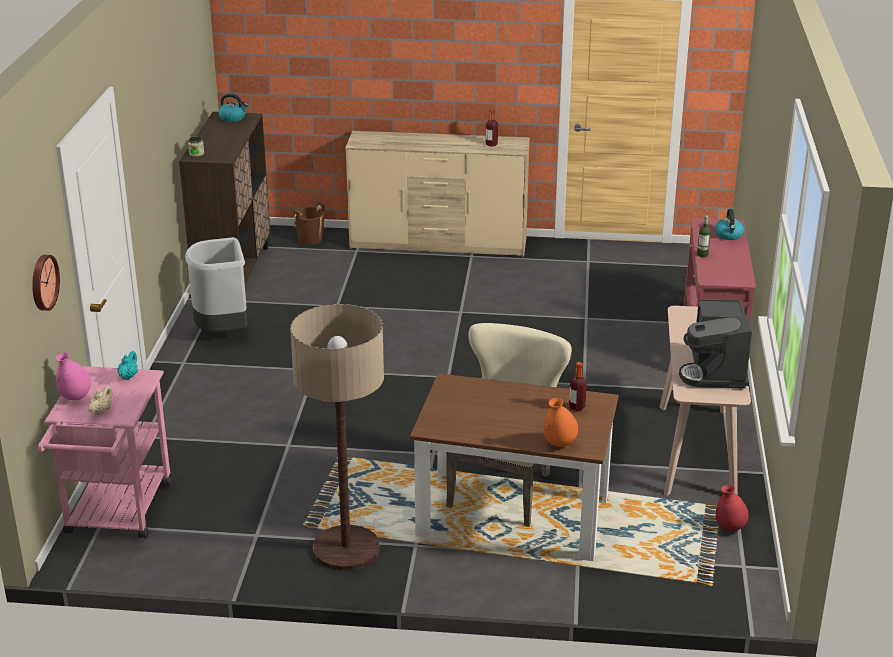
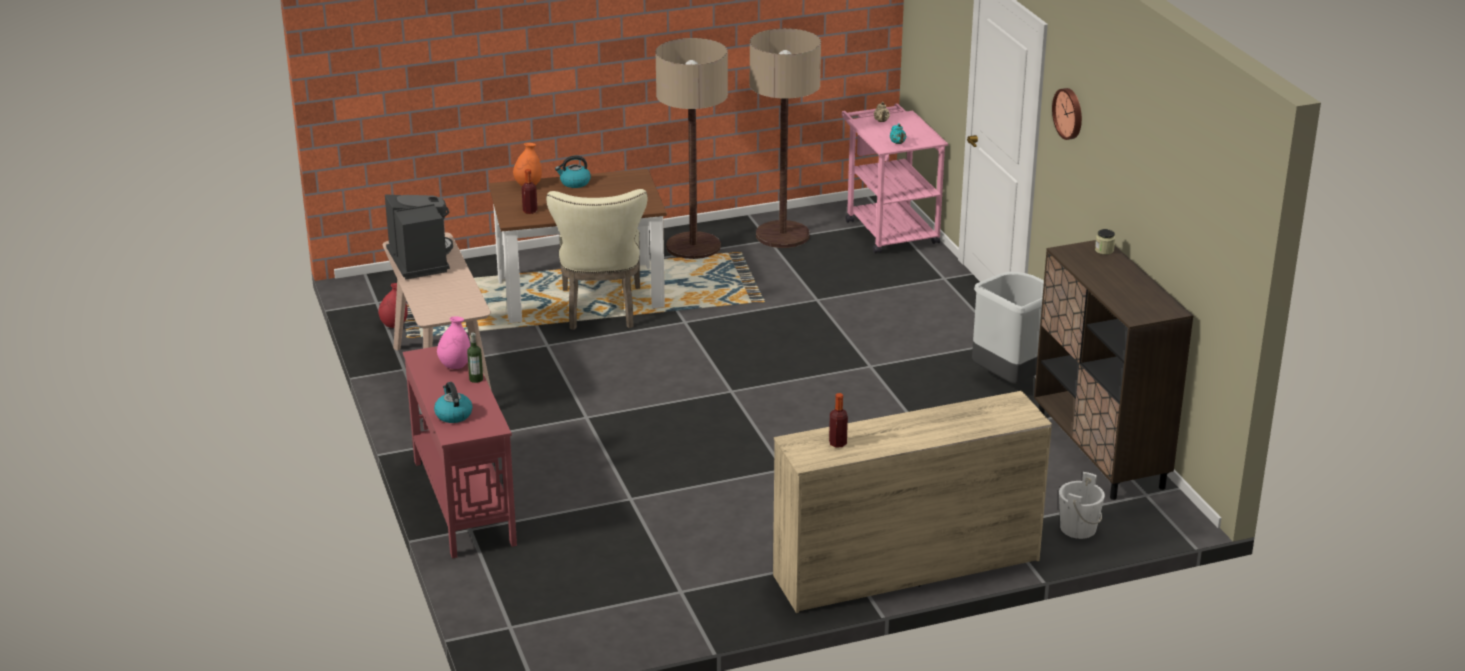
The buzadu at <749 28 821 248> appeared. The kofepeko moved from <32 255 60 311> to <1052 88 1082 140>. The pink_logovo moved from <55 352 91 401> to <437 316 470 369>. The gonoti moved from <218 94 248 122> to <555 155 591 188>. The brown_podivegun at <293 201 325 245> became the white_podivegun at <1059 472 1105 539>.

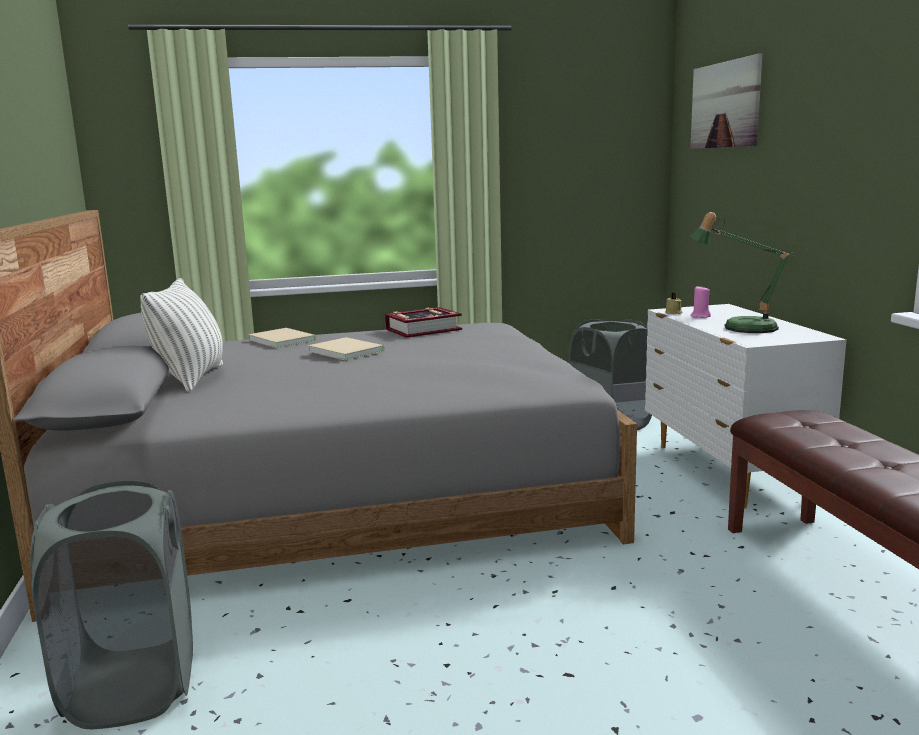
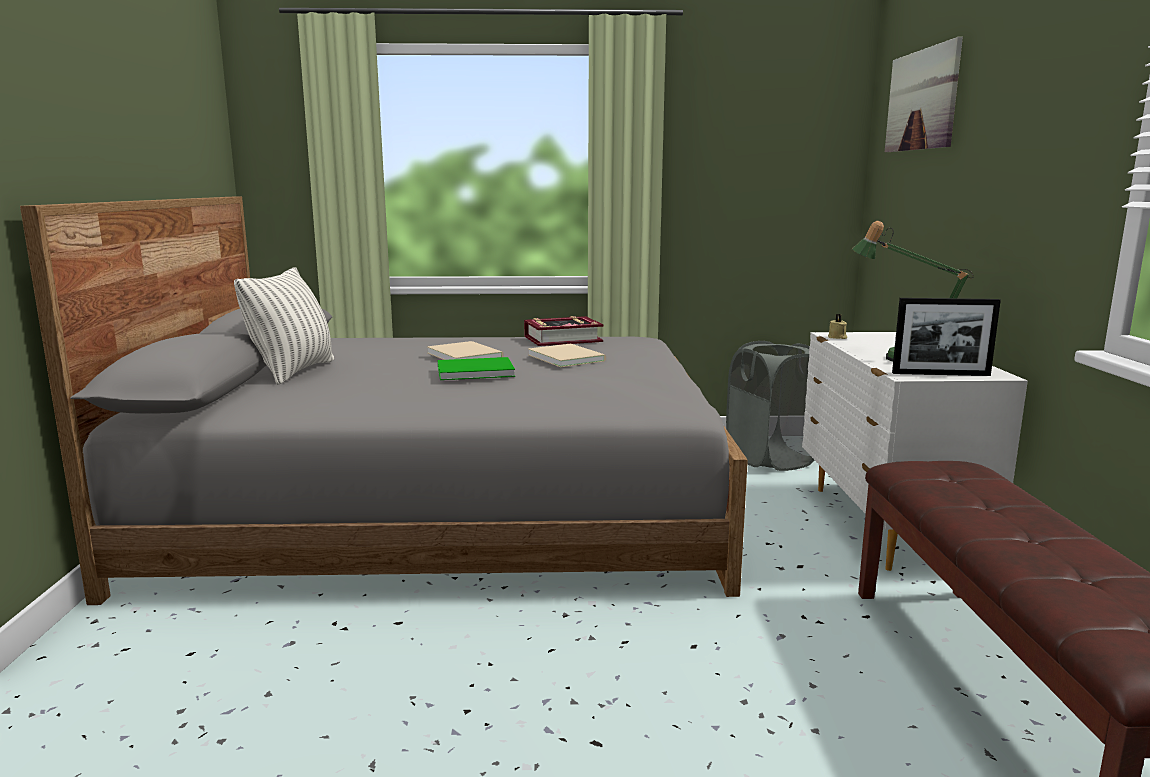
The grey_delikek at <30 480 193 729> disappeared. The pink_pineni at <691 286 711 318> disappeared. The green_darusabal at <438 357 515 380> appeared. The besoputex at <892 298 1001 376> appeared. The beige_darusabal moved from <248 328 316 348> to <528 344 606 367>.

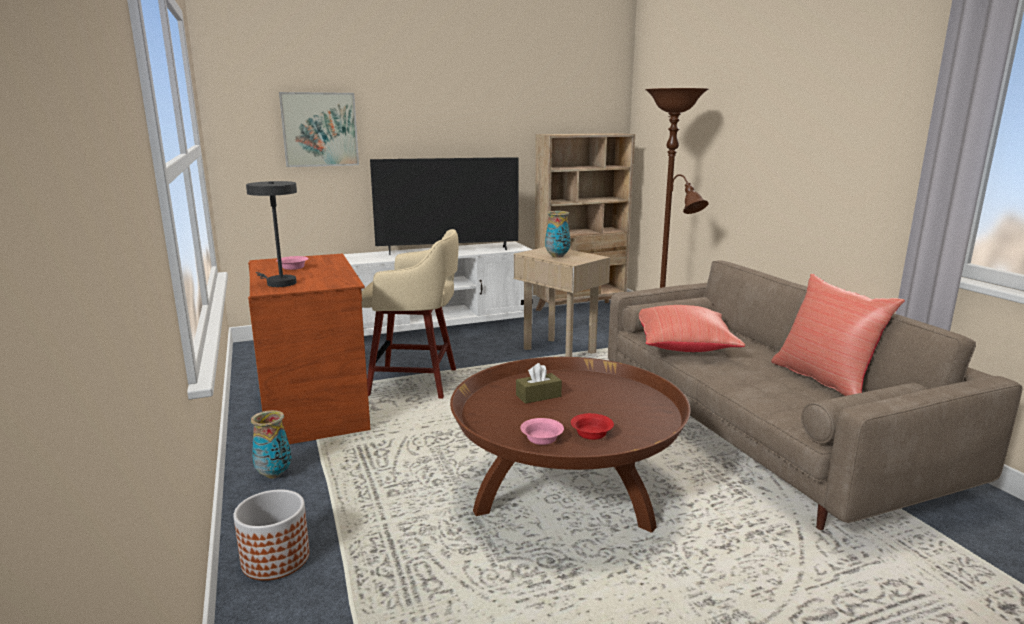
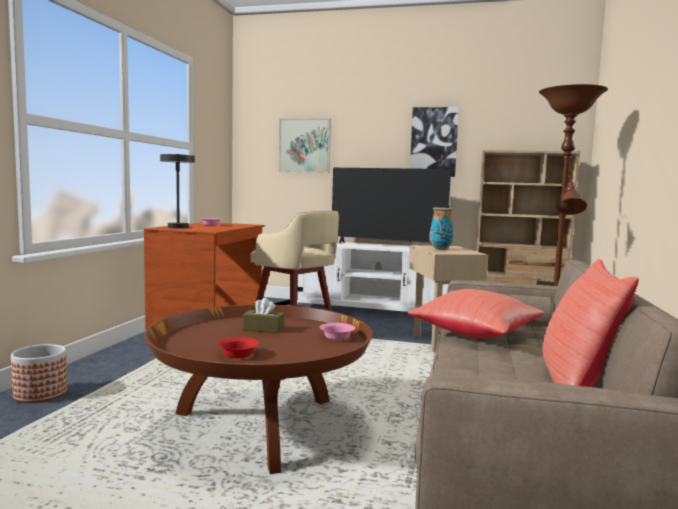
The logovo at <251 410 292 479> disappeared. The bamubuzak at <410 107 459 177> appeared. The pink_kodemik moved from <520 418 564 445> to <320 323 355 340>.

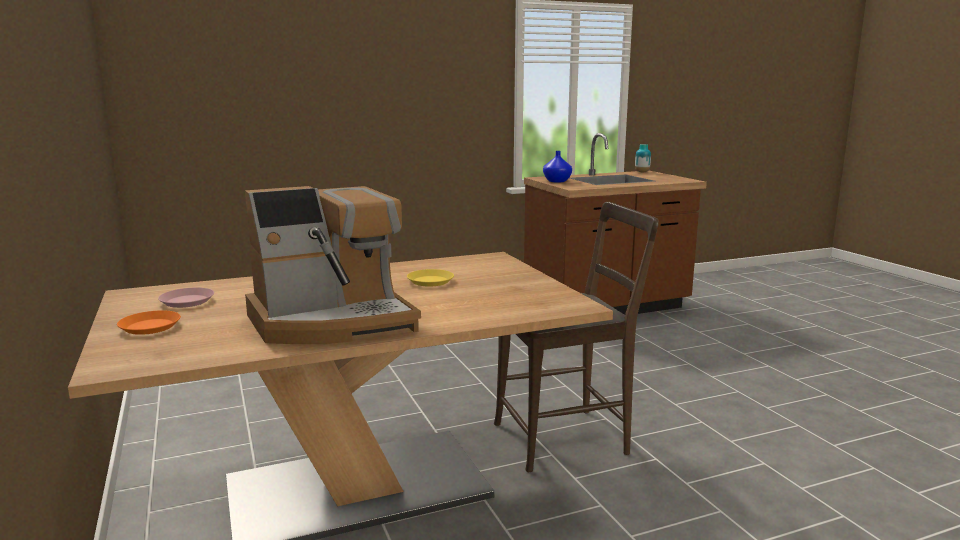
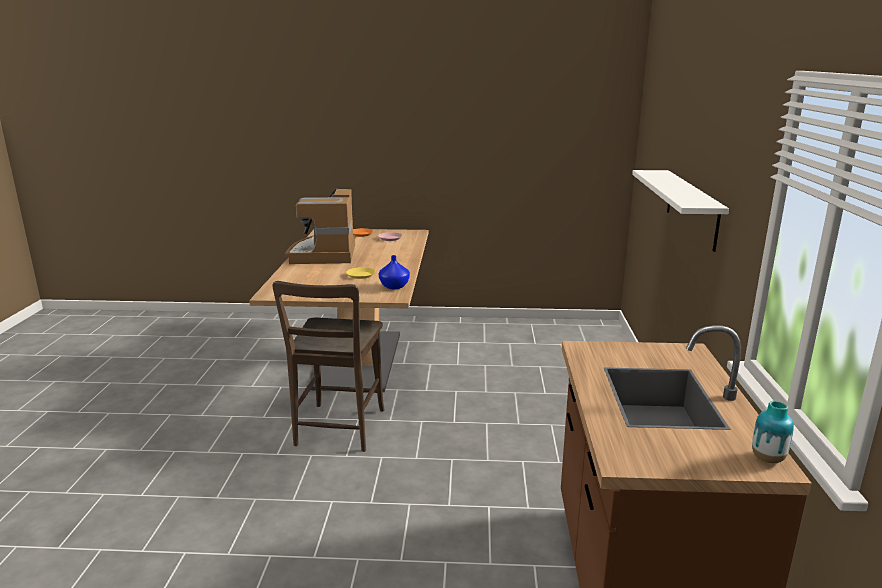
The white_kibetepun at <632 170 729 252> appeared. The blue_logovo moved from <543 151 572 183> to <379 255 410 289>.

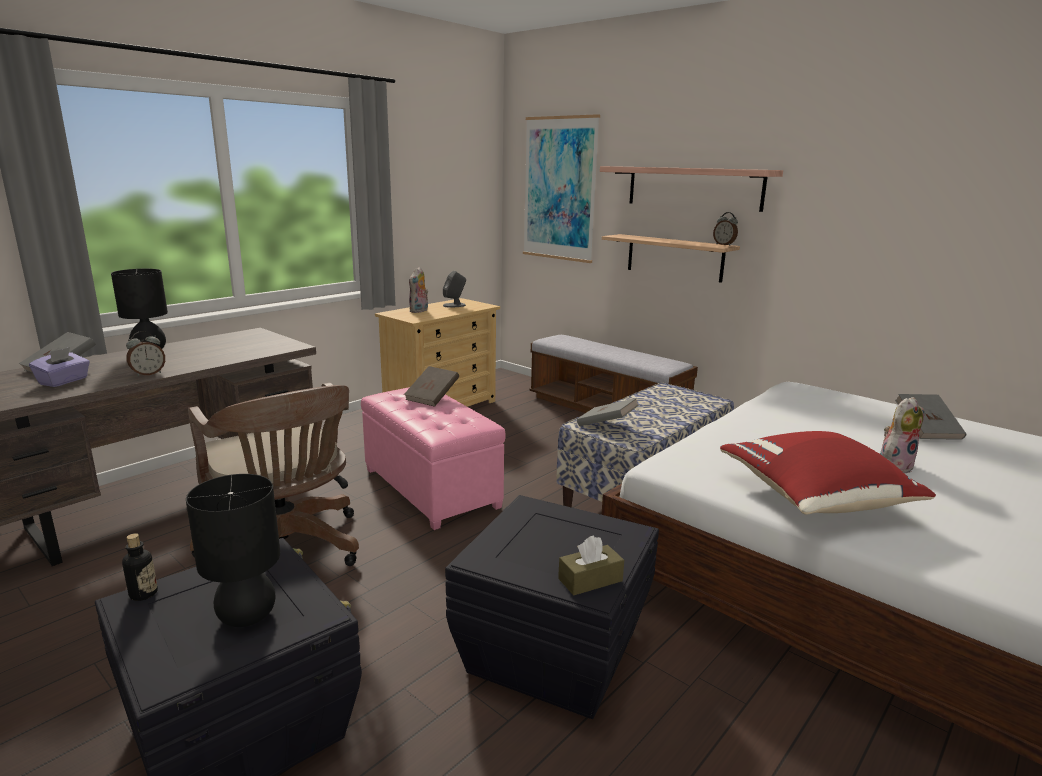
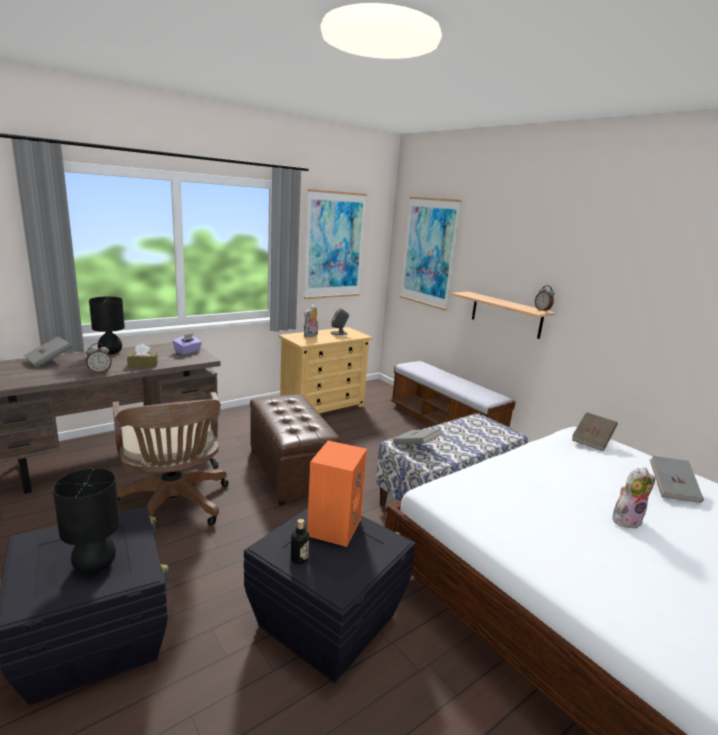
The kibetepun at <600 166 783 212> disappeared. The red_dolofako at <720 431 936 515> disappeared. The bamubuzak at <304 189 367 299> appeared. The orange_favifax at <307 441 367 547> appeared. The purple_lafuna moved from <29 347 90 387> to <173 333 202 355>. The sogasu moved from <122 533 158 601> to <291 519 309 564>. The brown_darusabal moved from <404 366 459 407> to <572 412 618 451>. The brown_lafuna moved from <558 535 624 595> to <127 344 158 368>. The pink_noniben at <361 387 506 530> became the brown_noniben at <250 394 341 506>.

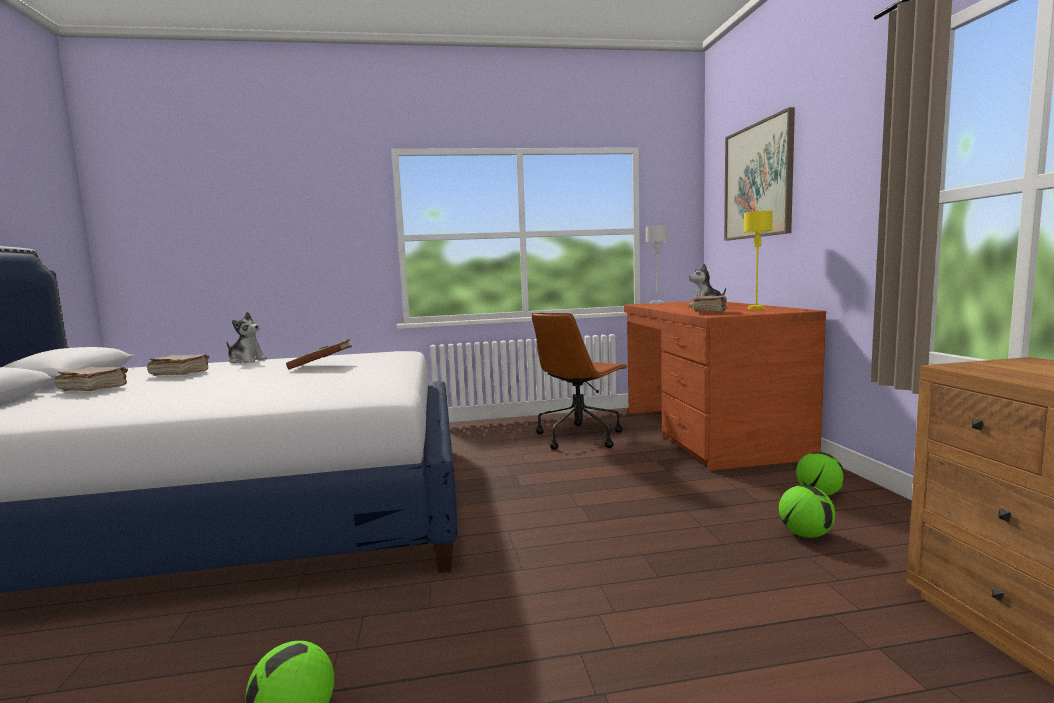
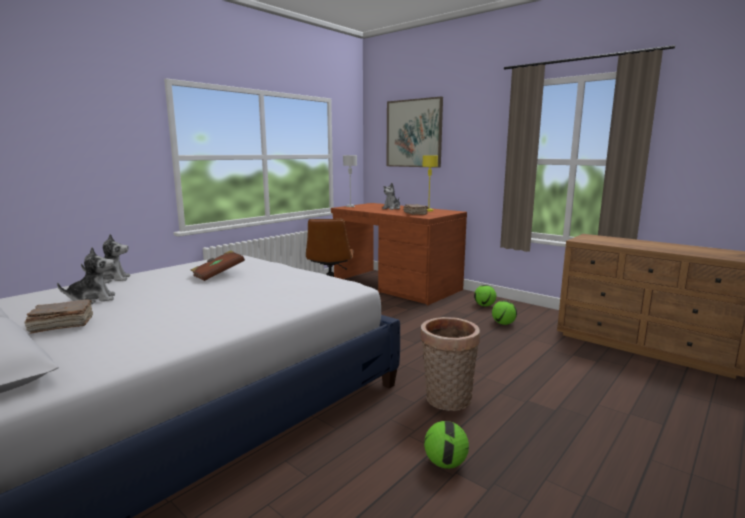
The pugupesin at <421 317 480 411> appeared. The brown_darusabal at <147 354 209 376> was replaced by the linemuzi at <57 247 115 304>.

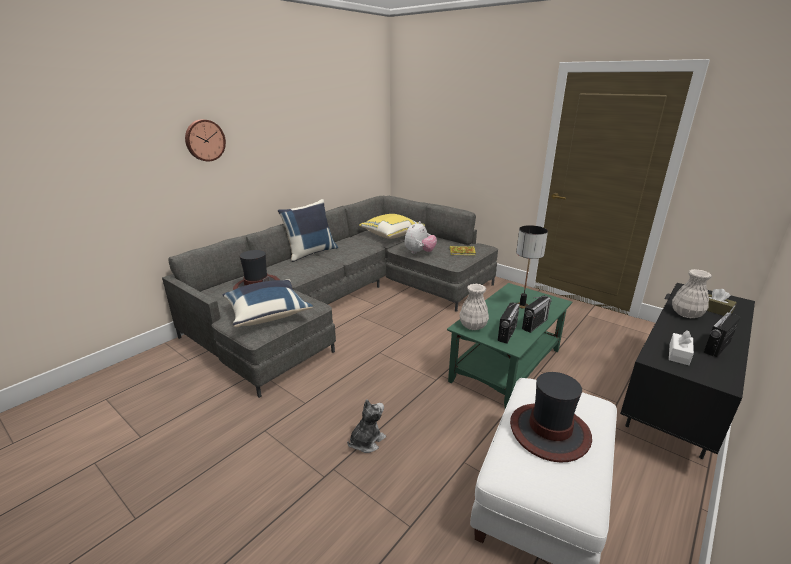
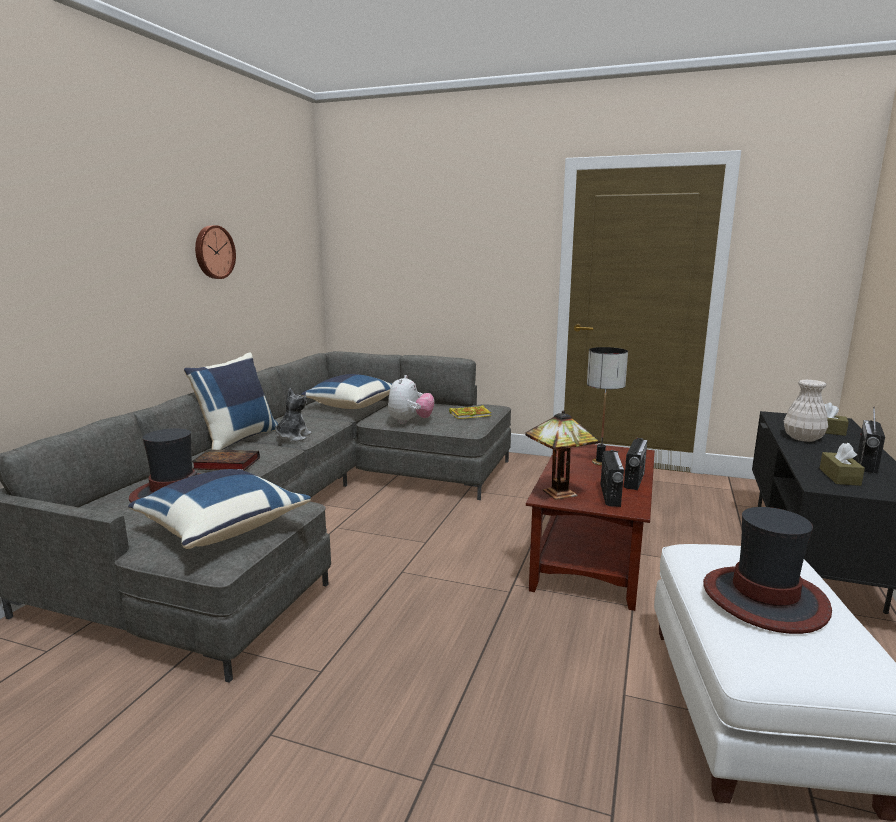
The darusabal at <192 449 260 471> appeared. The kofepeko moved from <185 119 226 162> to <195 225 236 279>. The linemuzi moved from <347 399 386 453> to <275 388 312 442>. The white_logovo at <460 284 489 330> was replaced by the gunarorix at <525 410 600 500>. The yellow_dolofako at <359 214 425 239> became the blue_dolofako at <301 374 392 409>. The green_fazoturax at <447 283 572 409> became the brown_fazoturax at <526 444 655 611>. The white_lafuna at <669 330 694 365> became the brown_lafuna at <819 442 865 486>.

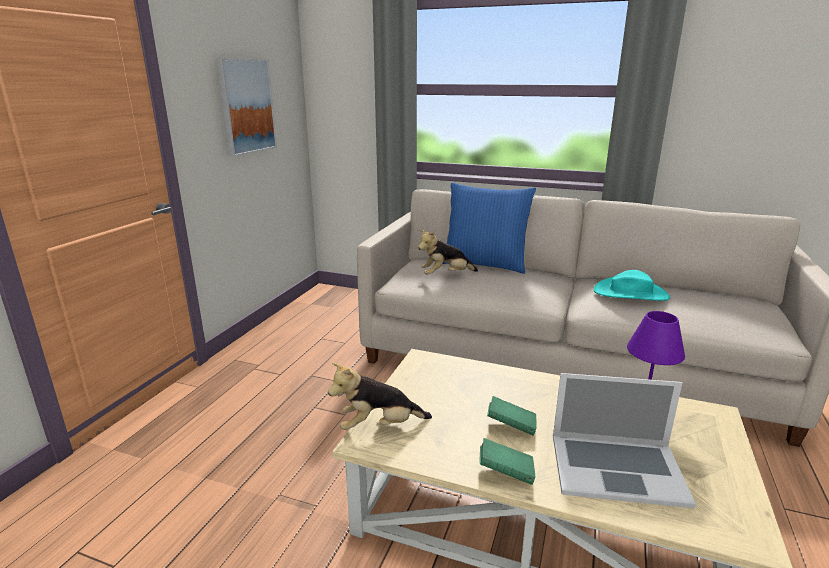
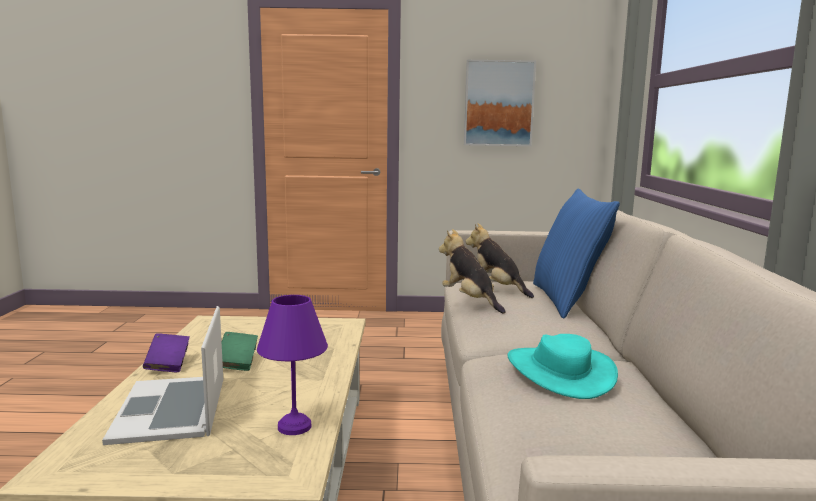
The linemuzi moved from <328 362 432 430> to <439 229 505 313>. The green_darusabal at <479 438 535 485> became the purple_darusabal at <143 333 190 372>.

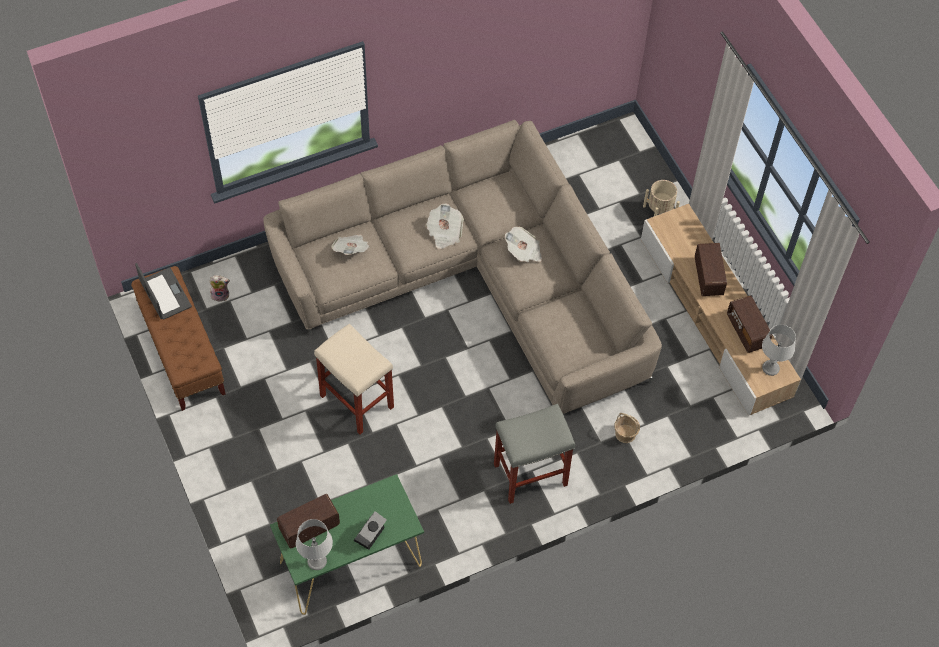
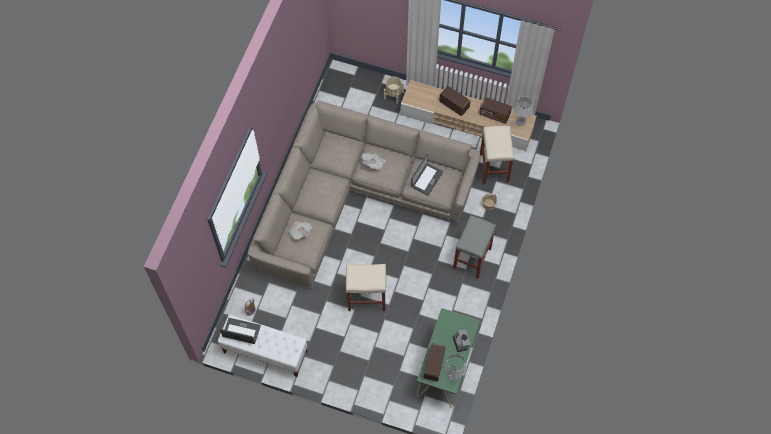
The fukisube at <426 203 464 249> disappeared. The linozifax at <411 154 443 196> appeared. The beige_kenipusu at <480 126 514 184> appeared. The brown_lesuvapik at <131 266 226 411> became the white_lesuvapik at <218 314 308 377>.

